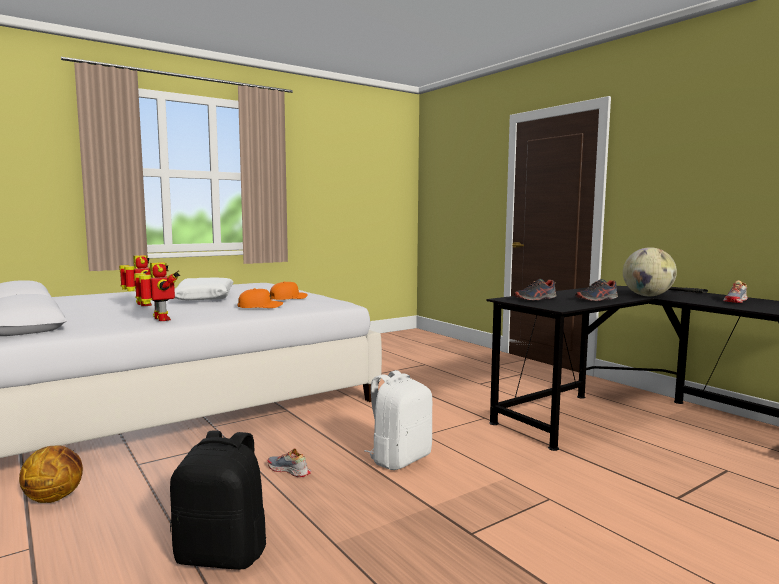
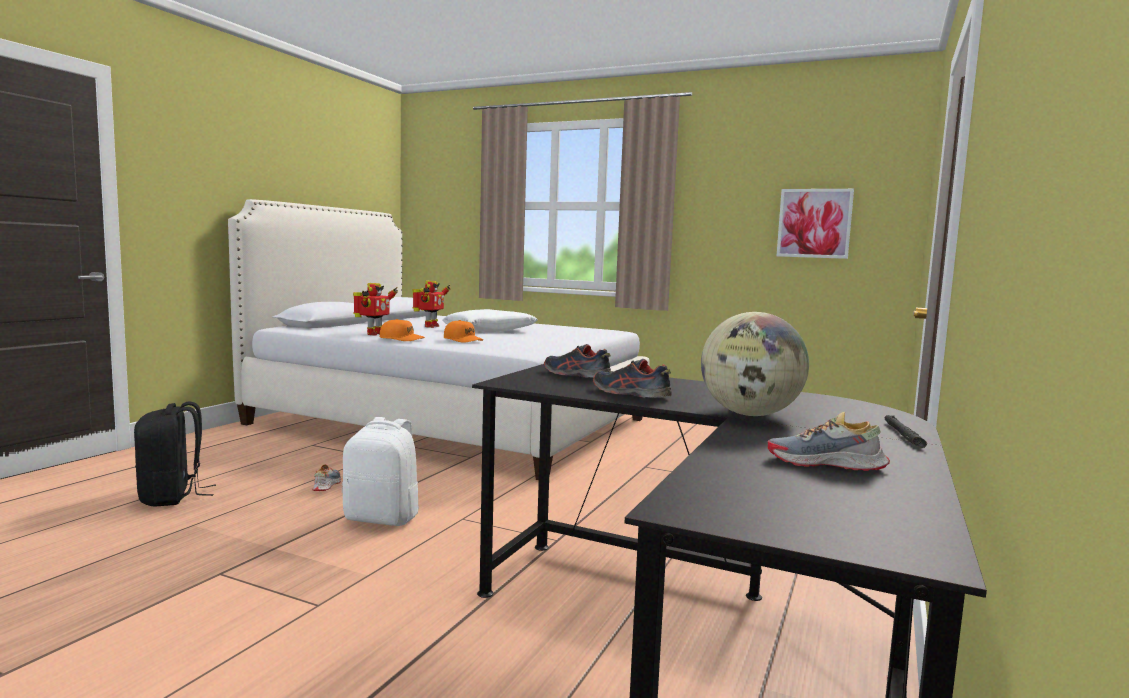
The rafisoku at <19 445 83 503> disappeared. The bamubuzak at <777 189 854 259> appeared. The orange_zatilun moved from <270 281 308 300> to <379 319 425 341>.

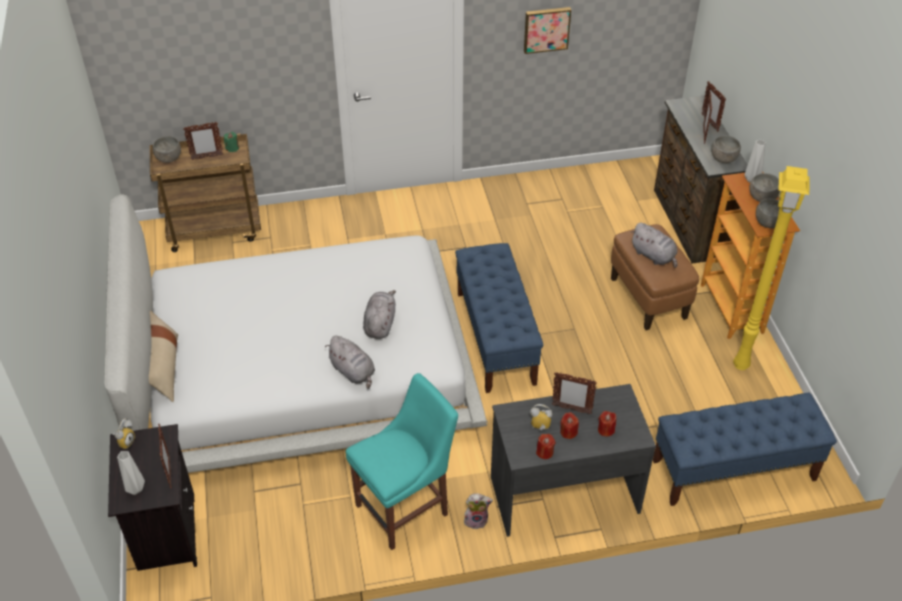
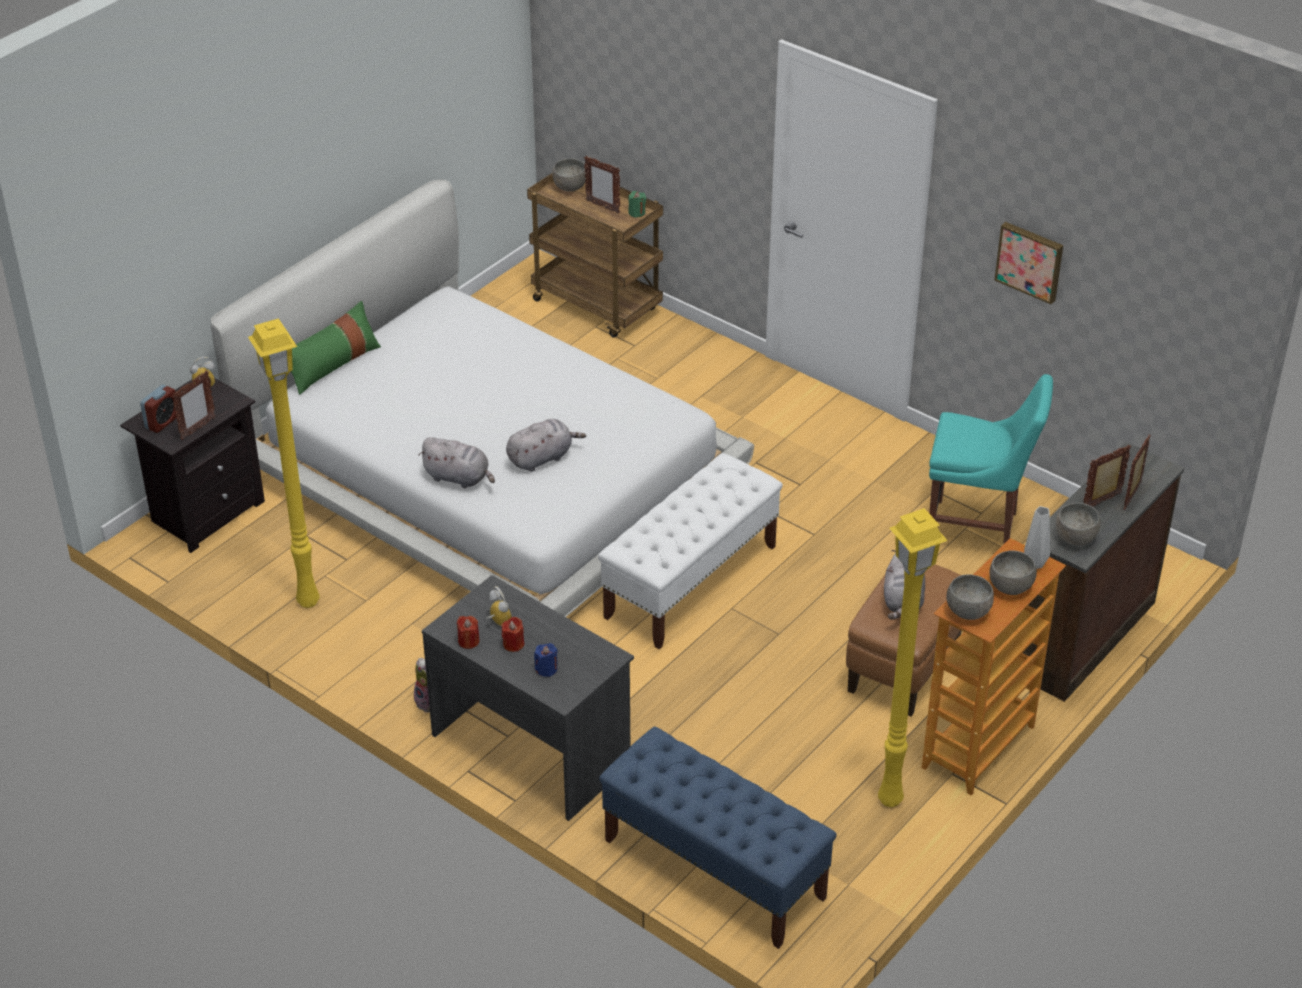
The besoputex at <552 372 597 415> disappeared. The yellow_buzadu at <248 318 320 608> appeared. The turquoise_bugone moved from <346 373 458 550> to <929 374 1053 545>. The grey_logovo at <117 451 145 495> was replaced by the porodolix at <140 385 177 433>. The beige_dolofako at <149 310 178 402> became the green_dolofako at <291 301 381 395>. The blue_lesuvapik at <455 243 543 393> became the white_lesuvapik at <598 453 783 649>. The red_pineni at <598 411 616 436> became the blue_pineni at <534 643 558 677>. The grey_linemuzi at <325 336 375 389> turned 75 degrees counterclockwise.

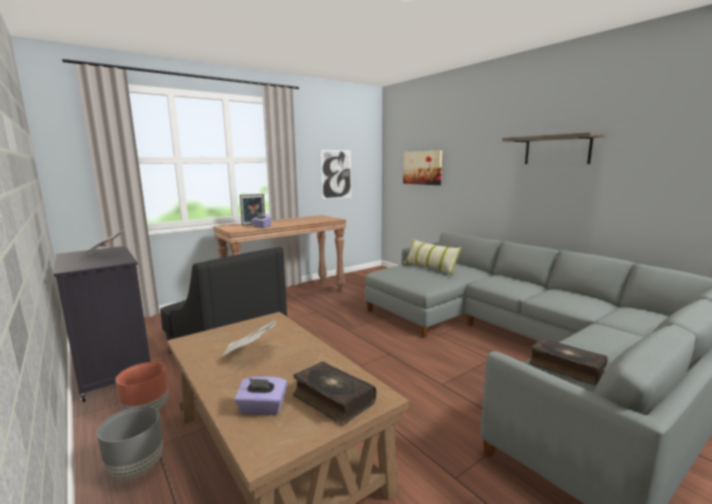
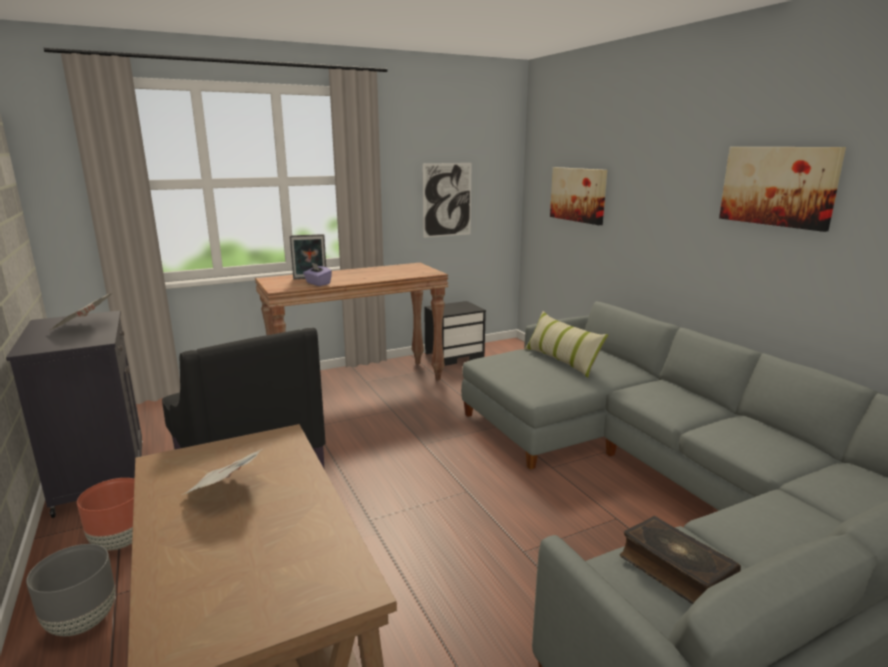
The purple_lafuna at <234 376 287 415> disappeared. The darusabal at <293 362 376 425> disappeared. The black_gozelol at <424 301 486 366> appeared. The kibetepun at <502 132 606 164> was replaced by the bamubuzak at <719 147 846 232>.

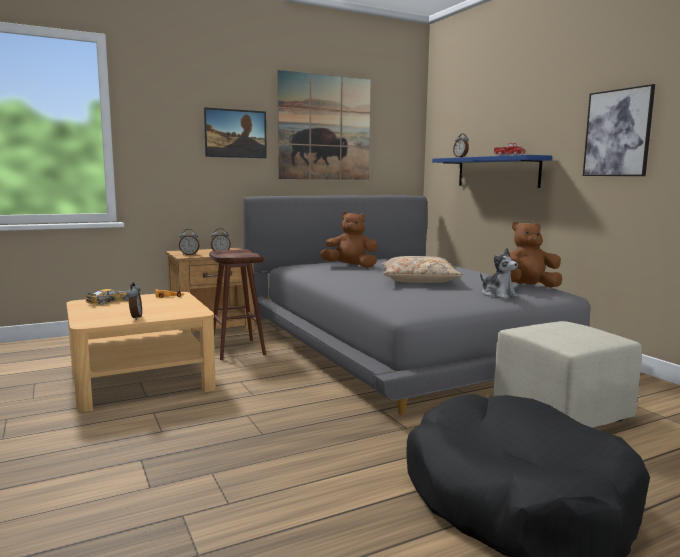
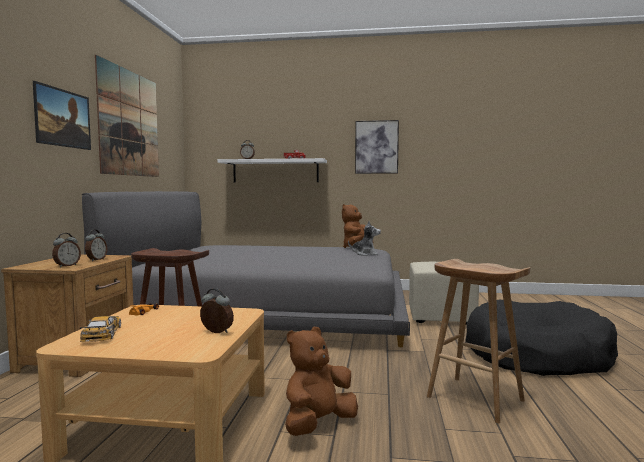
The beige_dolofako at <382 256 463 283> disappeared. The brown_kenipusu at <427 259 530 423> appeared. The brown_linemuzi moved from <320 212 378 268> to <285 327 358 436>. The blue_kibetepun at <432 155 552 188> became the white_kibetepun at <218 158 327 183>.

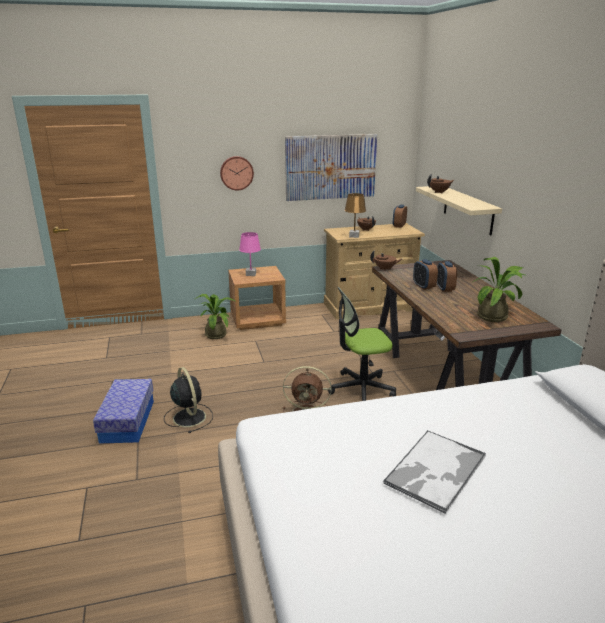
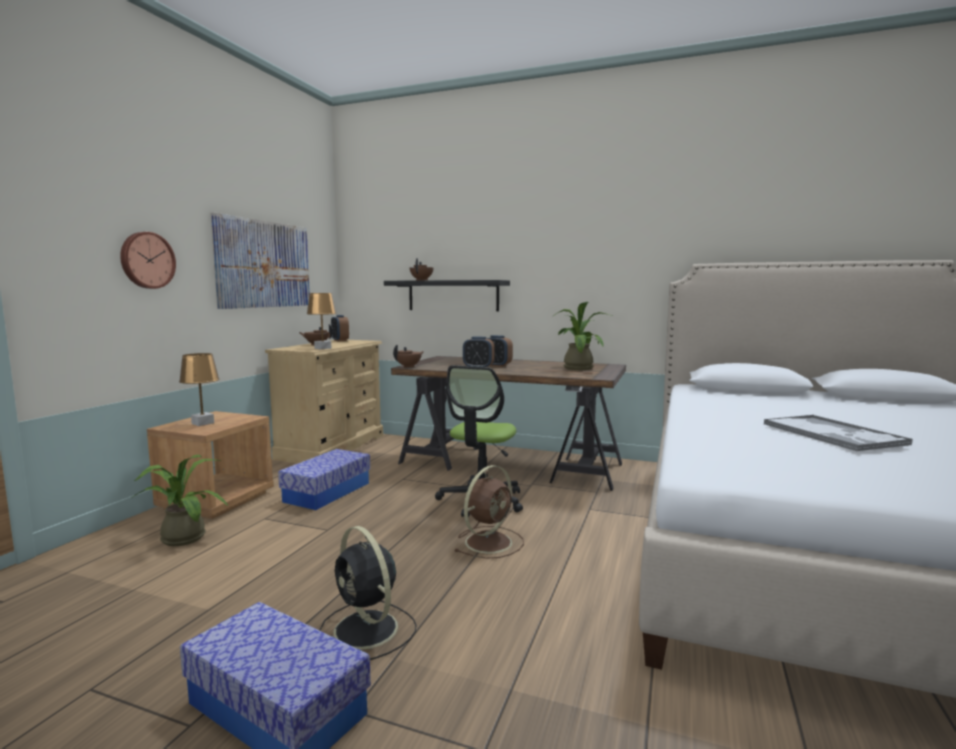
The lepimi at <278 449 370 510> appeared. The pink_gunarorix at <239 232 261 276> became the brown_gunarorix at <179 353 219 426>. The beige_kibetepun at <416 186 502 236> became the black_kibetepun at <384 280 510 311>. The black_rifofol at <164 367 213 433> turned 135 degrees counterclockwise.

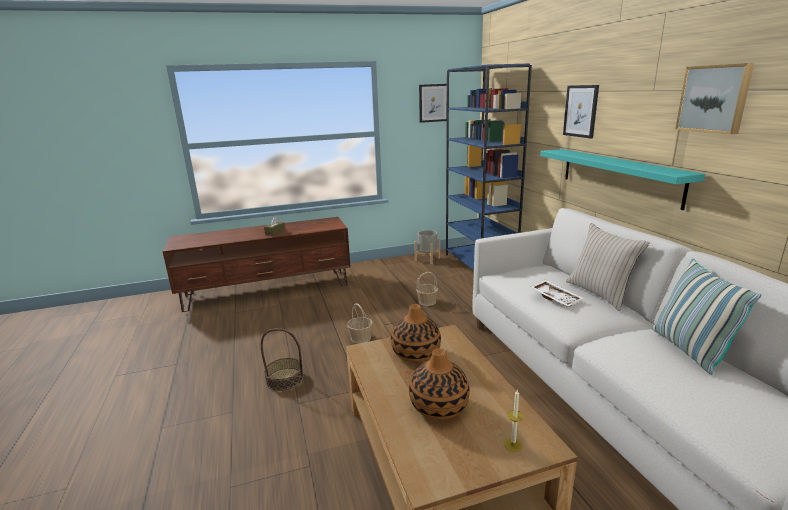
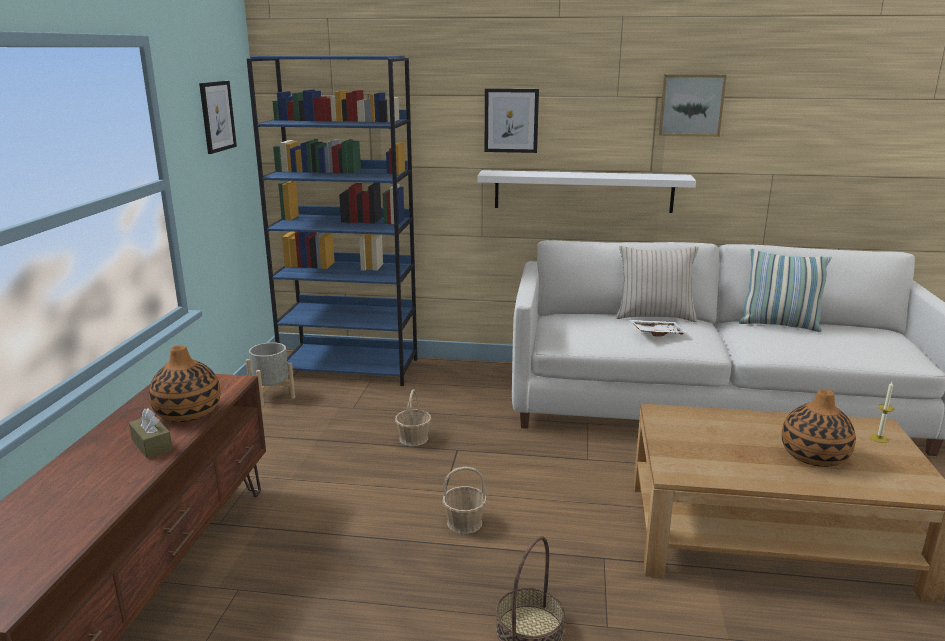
The logovo moved from <391 304 441 362> to <149 345 220 422>. The turquoise_kibetepun at <540 149 705 210> became the white_kibetepun at <477 170 696 213>.

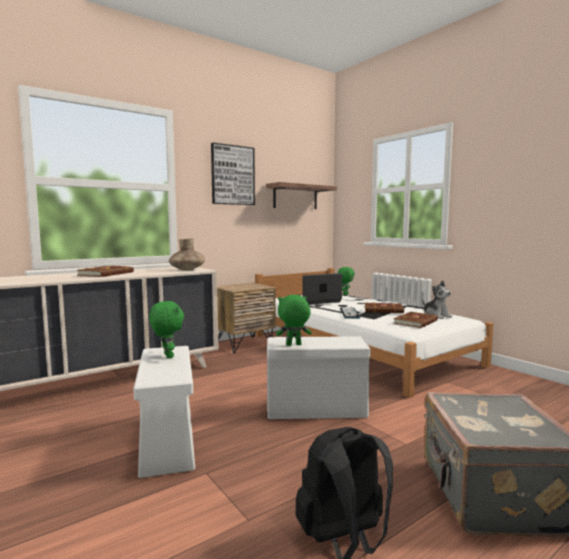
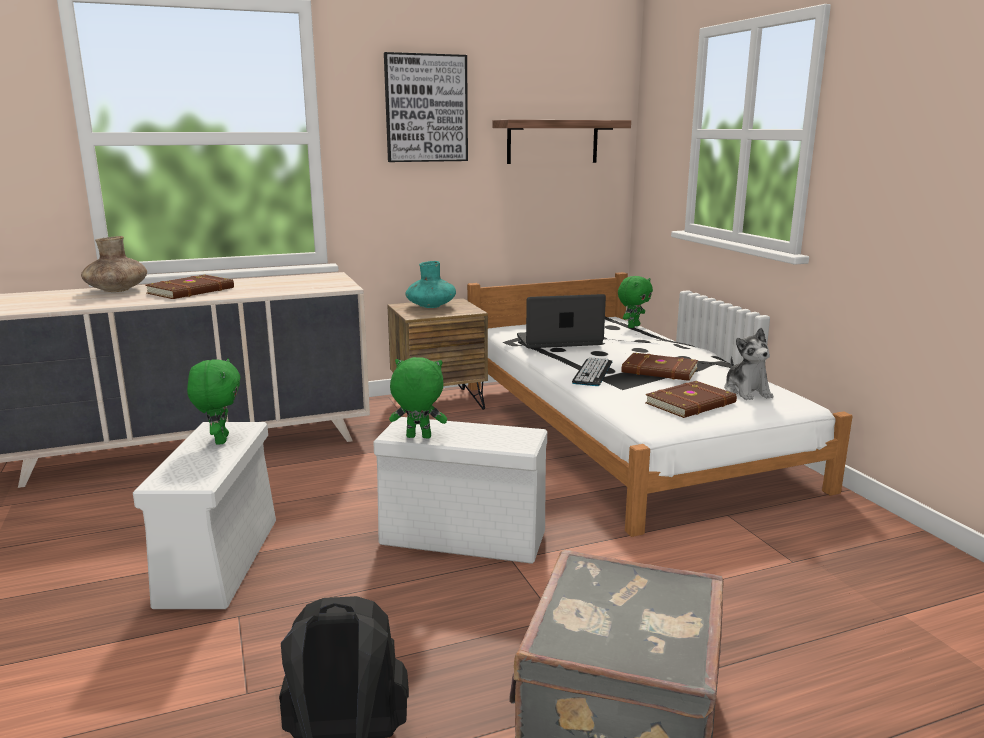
The turquoise_logovo at <405 261 456 308> appeared. The brown_logovo moved from <169 238 205 271> to <81 236 147 292>.

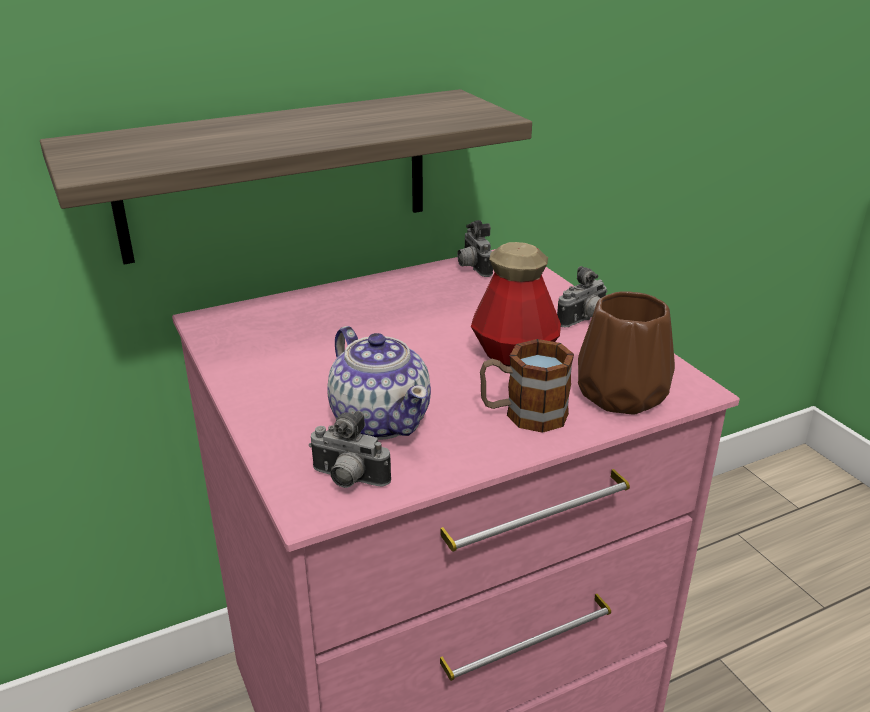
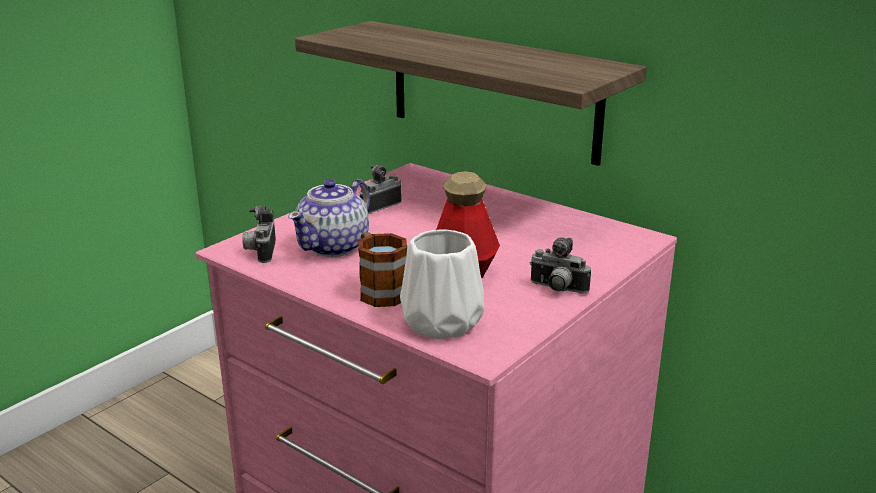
The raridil moved from <457 220 493 277> to <360 165 402 214>. The brown_logovo at <578 291 675 415> became the white_logovo at <400 229 485 339>.

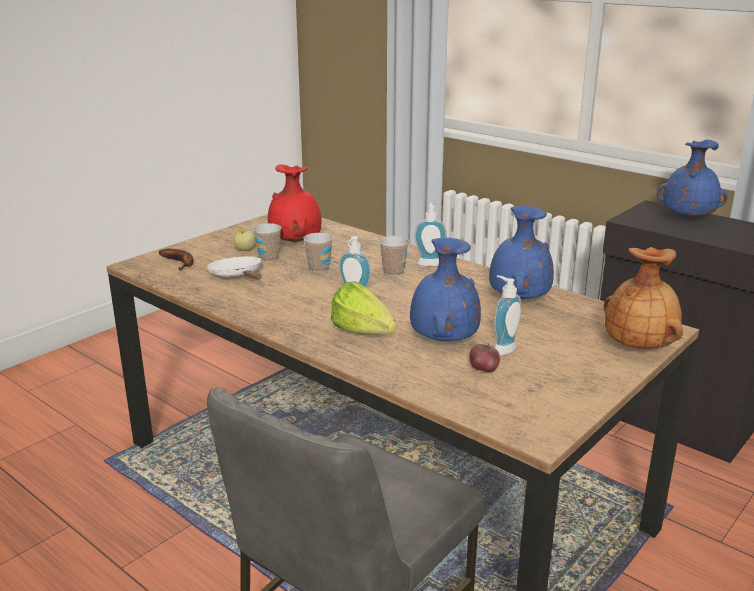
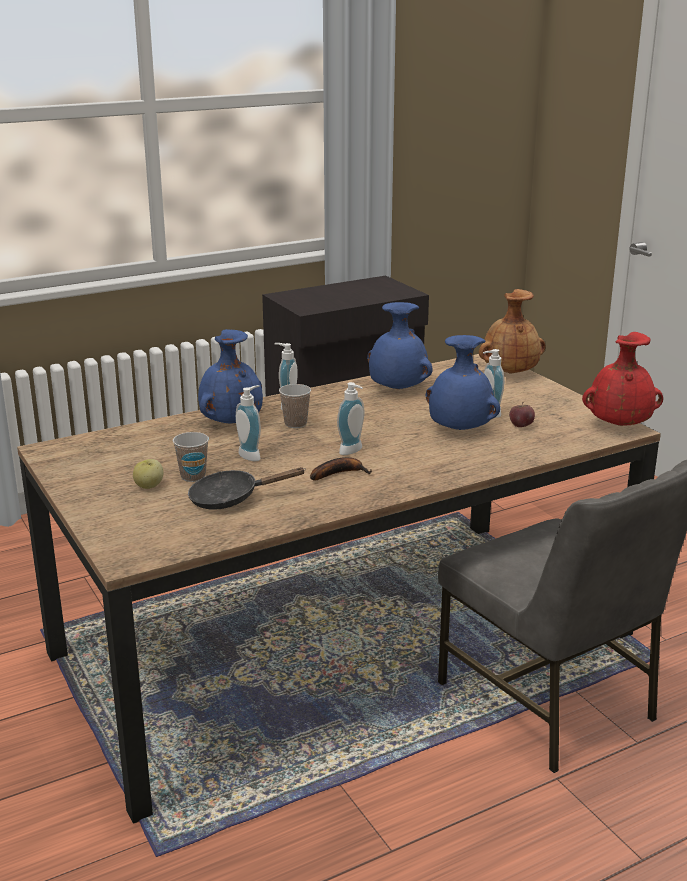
The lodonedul at <331 281 396 334> disappeared. The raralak moved from <159 249 194 270> to <310 457 372 481>. The red_logovo moved from <268 164 321 243> to <582 332 663 426>. The blue_logovo moved from <657 140 728 219> to <198 329 263 424>. The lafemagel at <303 233 333 273> was replaced by the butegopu at <236 385 261 461>. The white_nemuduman at <207 256 262 280> became the black_nemuduman at <188 467 305 510>.

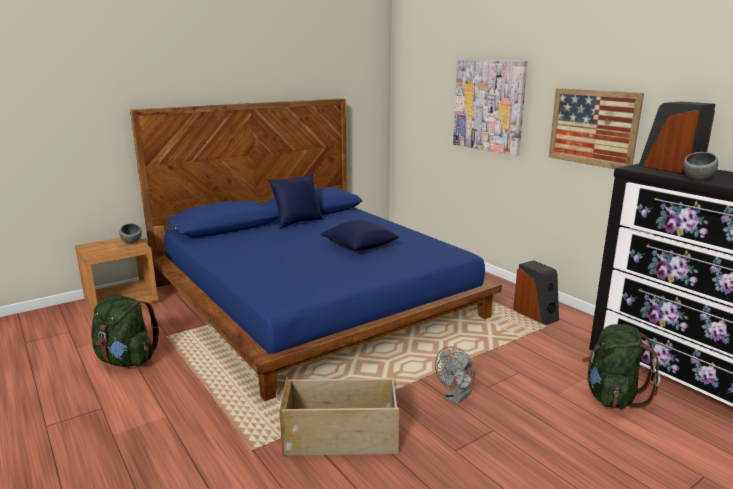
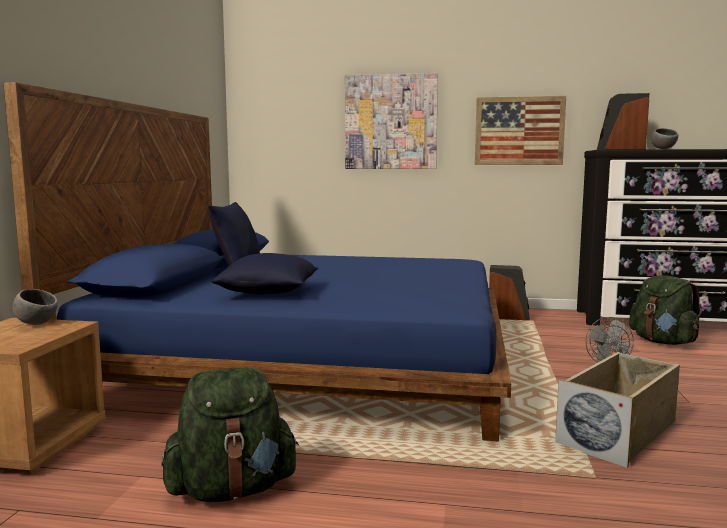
The blue_dolofako moved from <320 220 399 251> to <212 253 319 294>.

